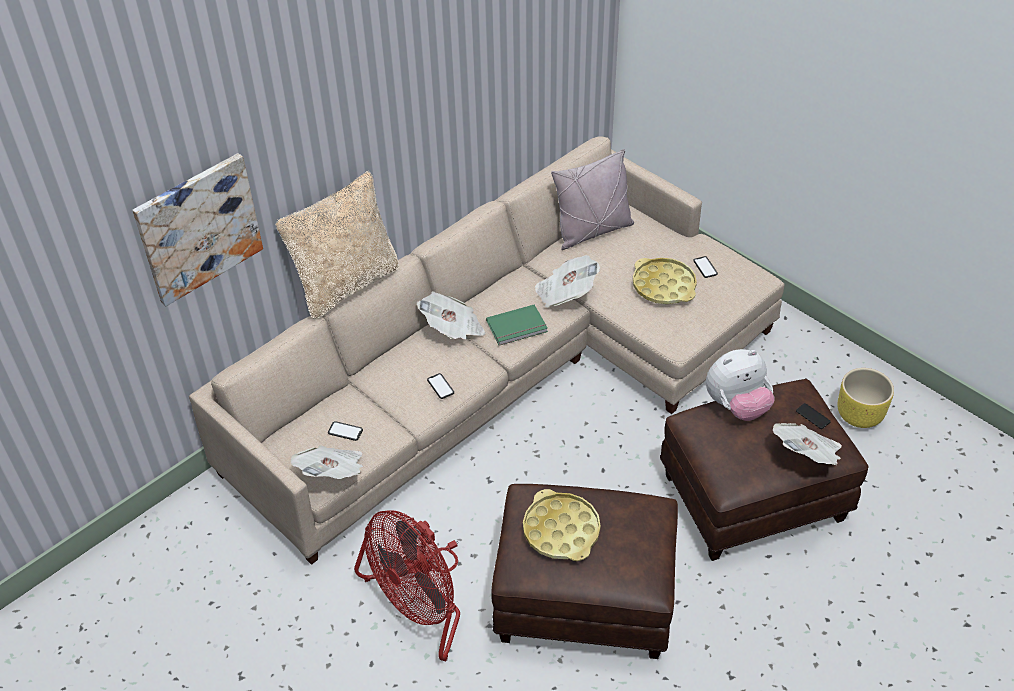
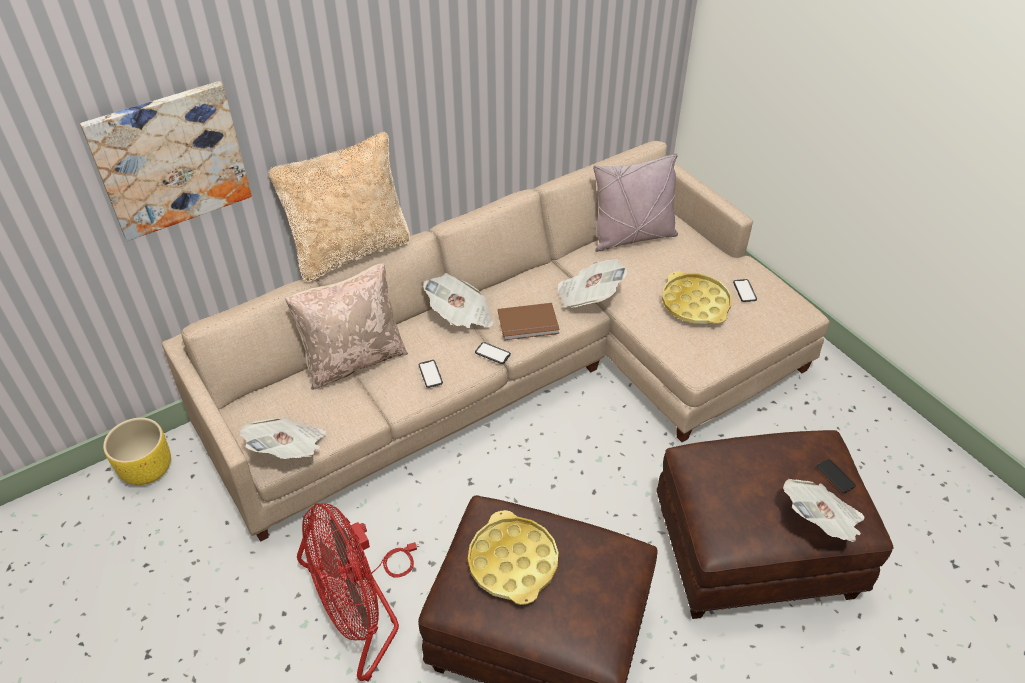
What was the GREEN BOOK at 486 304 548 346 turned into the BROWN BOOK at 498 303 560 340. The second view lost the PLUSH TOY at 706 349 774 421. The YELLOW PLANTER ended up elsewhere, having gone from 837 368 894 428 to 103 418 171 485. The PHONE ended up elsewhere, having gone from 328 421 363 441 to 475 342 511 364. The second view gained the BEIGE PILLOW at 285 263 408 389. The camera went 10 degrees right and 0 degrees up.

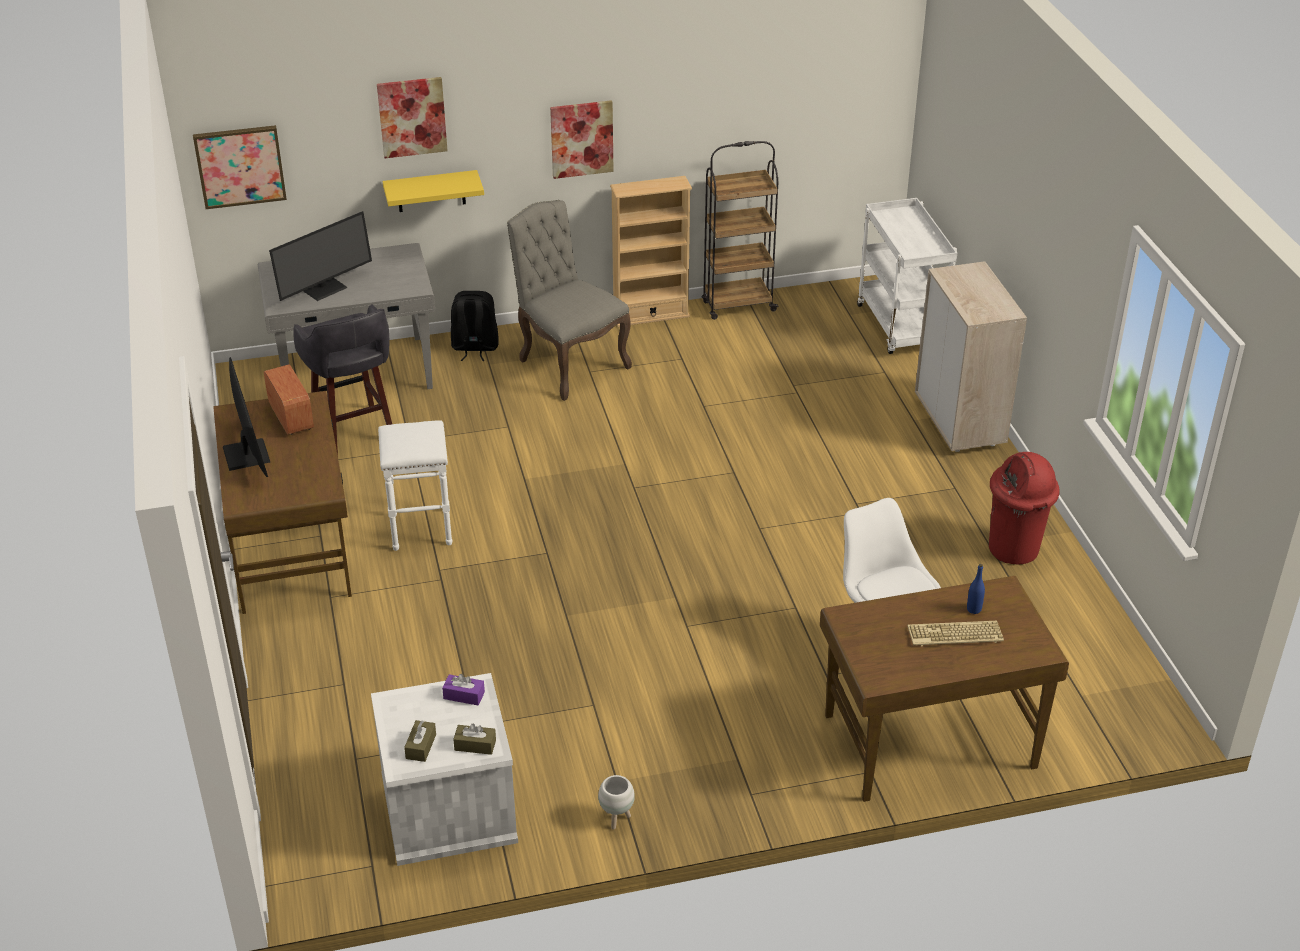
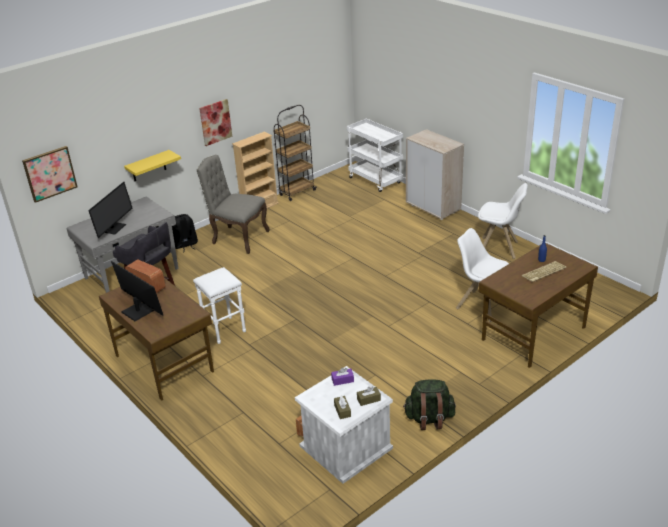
The second view lost the PICTURE at 377 77 448 158. Where the RED TRASH CAN stood at 989 452 1059 564, the WHITE CHAIR came to stand at 478 183 528 259. Where the WHITE PLANTER stood at 598 775 635 830, the GREEN BACKPACK came to stand at 403 379 456 430. The camera went 25 degrees left and 5 degrees down.

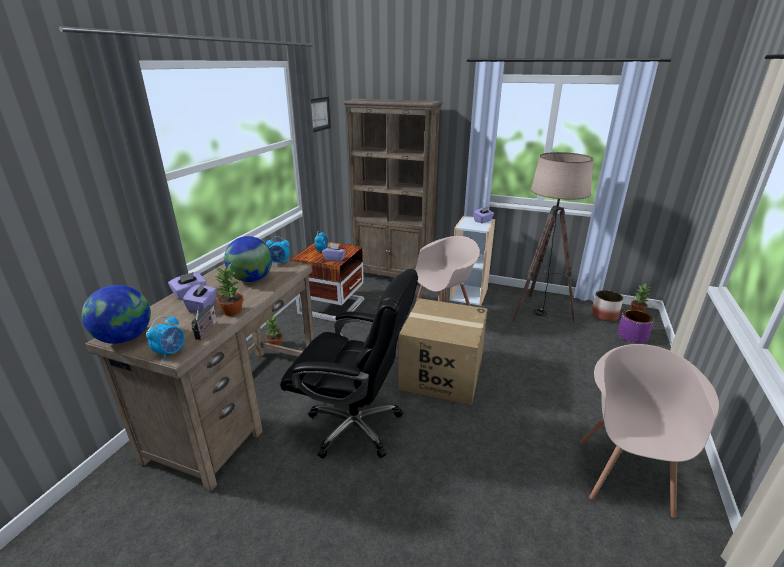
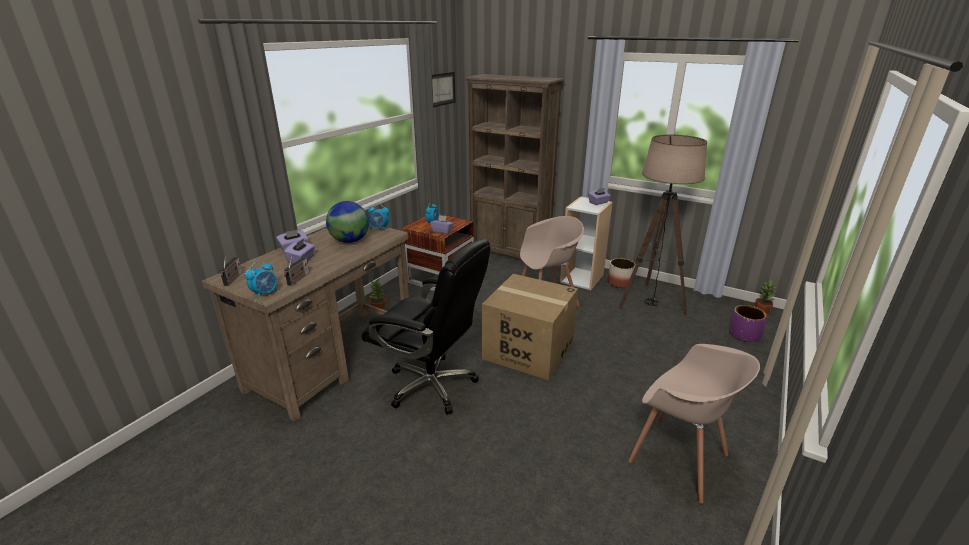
The second view lost the POTTED PLANT at 214 264 244 316. Where the GLOBE stood at 82 285 151 344, the RADIO came to stand at 220 257 242 286. The PLANTER ended up elsewhere, having gone from 591 290 624 321 to 608 258 636 288. The BEIGE CHAIR at 580 344 719 518 ended up facing another way, 105 degrees clockwise from before. The camera went 10 degrees right and 0 degrees up.

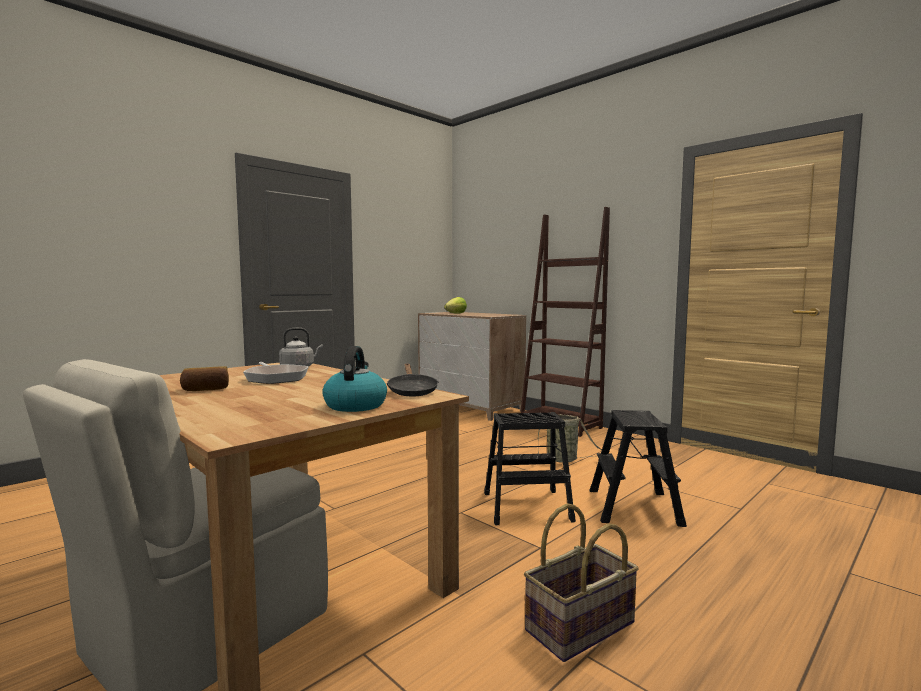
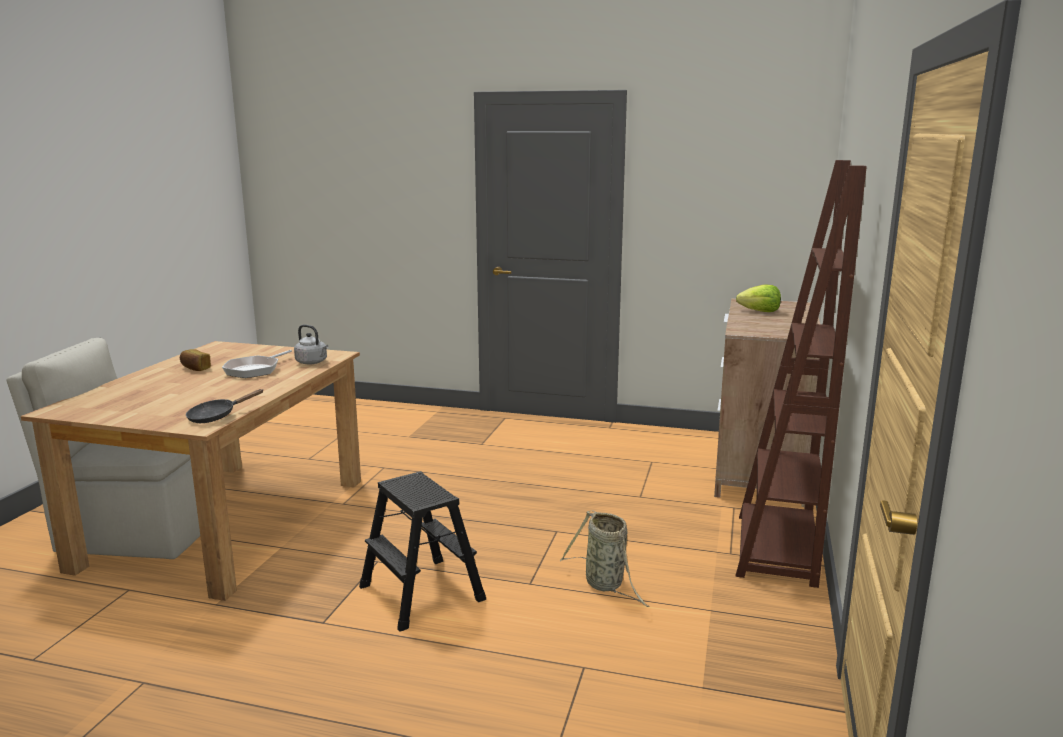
The second view lost the KETTLE at 322 346 387 412. The second view lost the BLACK STEP LADDER at 589 410 687 527. The second view lost the BASKET at 524 504 639 662. The camera went 60 degrees right and 10 degrees up.

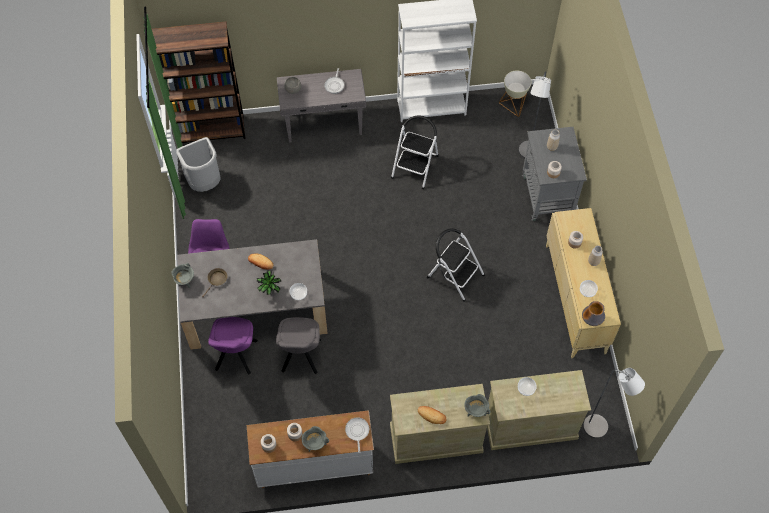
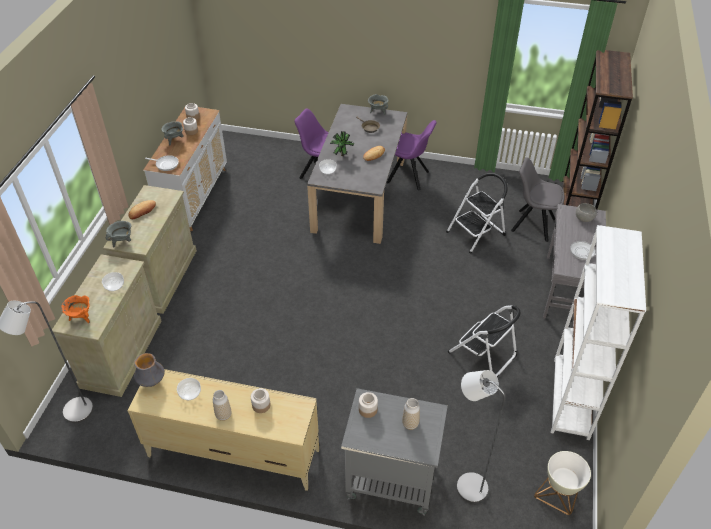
The second view lost the GREY TRASH CAN at 176 137 221 192. The STEP LADDER ended up elsewhere, having gone from 427 228 485 302 to 446 173 507 254. The GREY CHAIR ended up elsewhere, having gone from 276 317 321 374 to 511 157 564 242. The second view gained the ORANGE COOKING POT at 61 295 90 323. The camera went 110 degrees right and 15 degrees down.

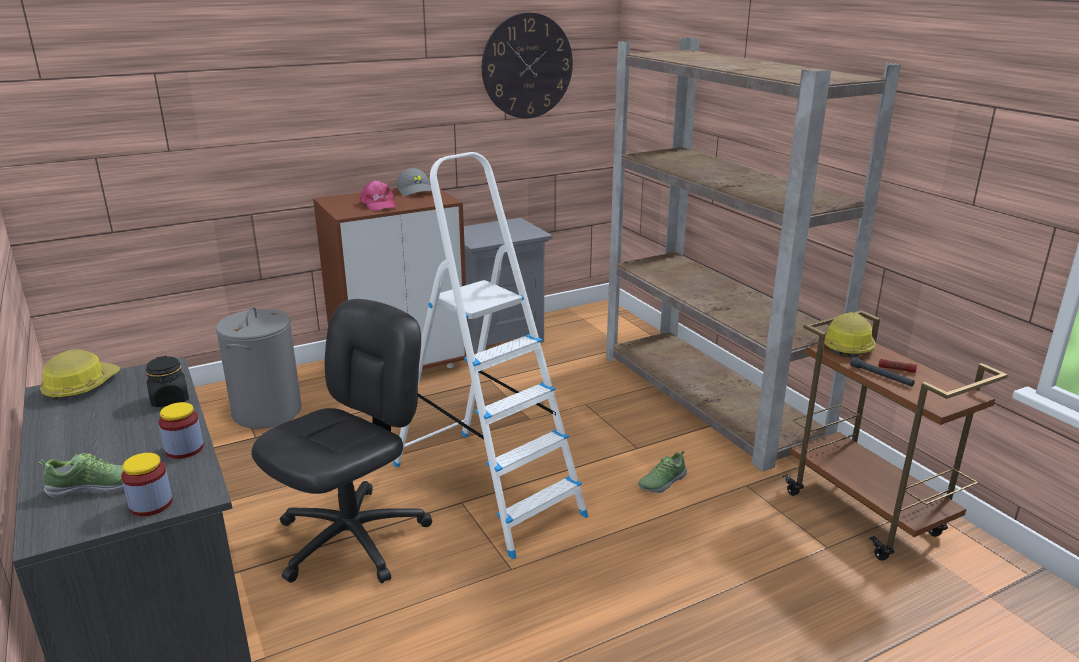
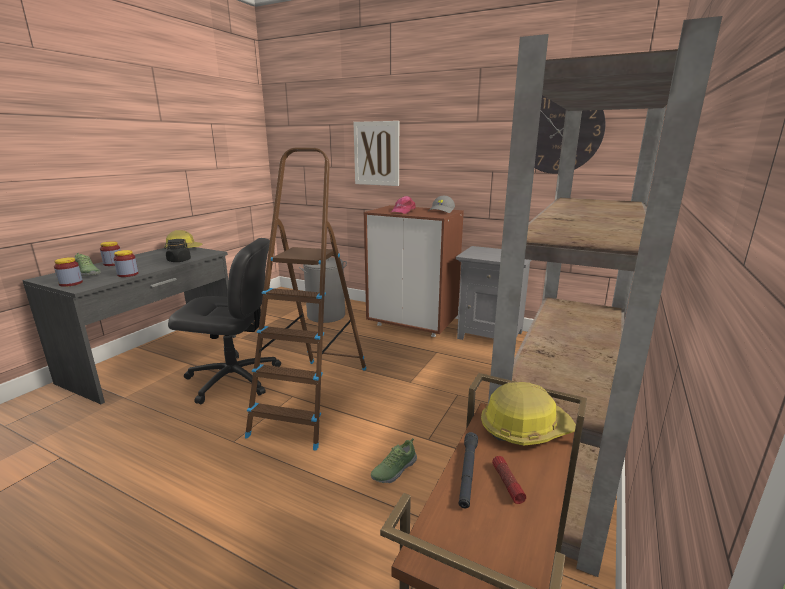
What was the WHITE STEP LADDER at 393 152 588 559 turned into the BROWN STEP LADDER at 245 148 367 450. The SHOE at 638 451 687 493 ended up facing another way, 60 degrees counterclockwise from before. The second view gained the PICTURE at 353 121 399 186. The second view gained the JAR at 100 241 121 266. The camera went 55 degrees right and 5 degrees down.

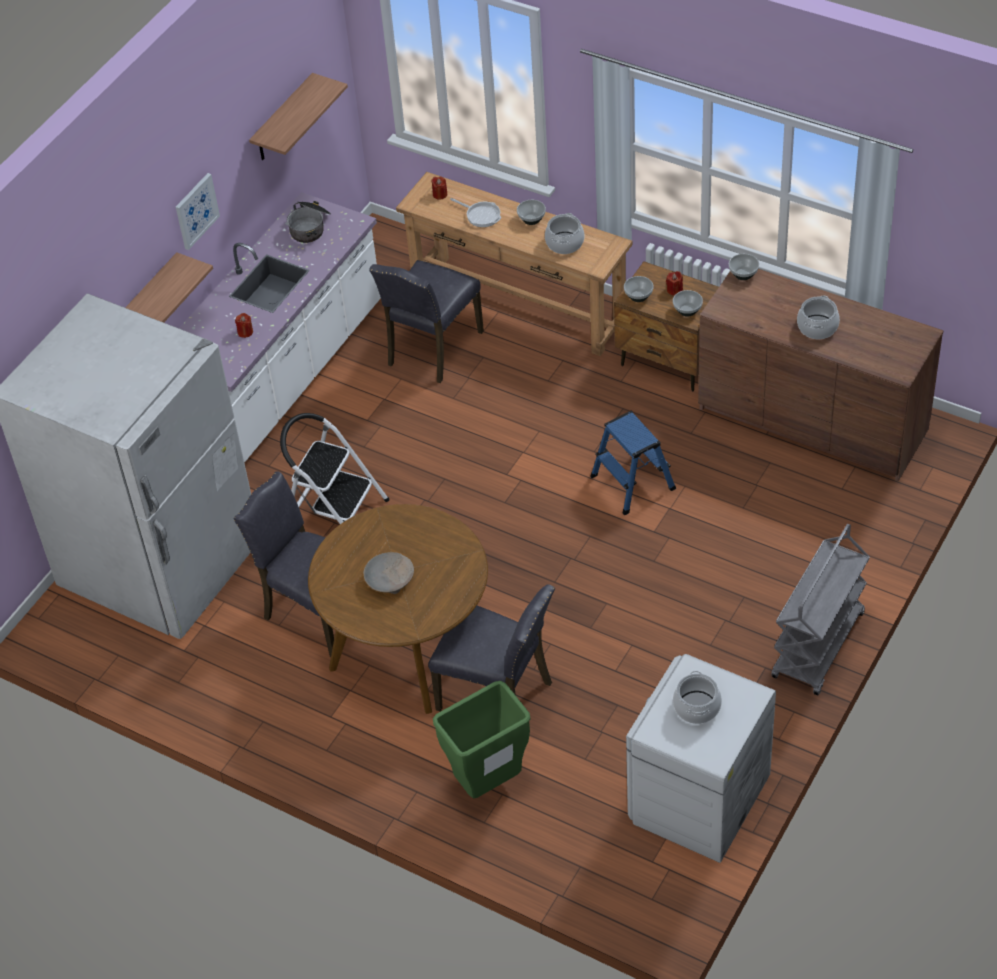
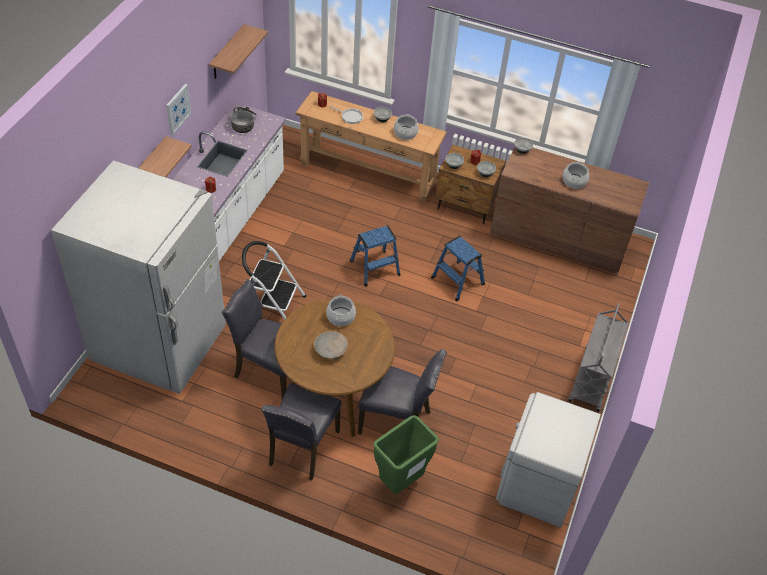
The GREY CHAIR ended up elsewhere, having gone from 369 260 484 383 to 261 383 341 480. The COOKING POT ended up elsewhere, having gone from 673 671 722 724 to 326 295 356 326. The second view gained the BLUE STEP LADDER at 350 225 401 287. The camera went 15 degrees left and 0 degrees up.

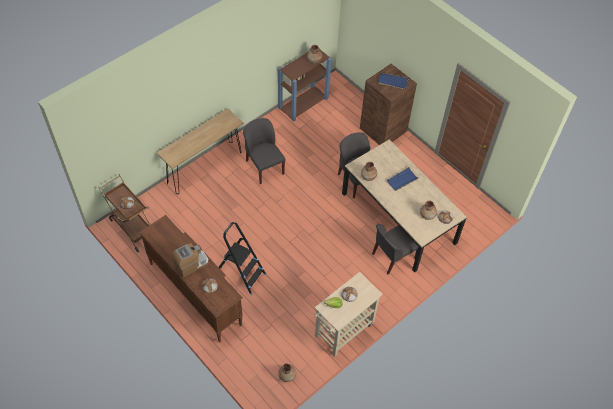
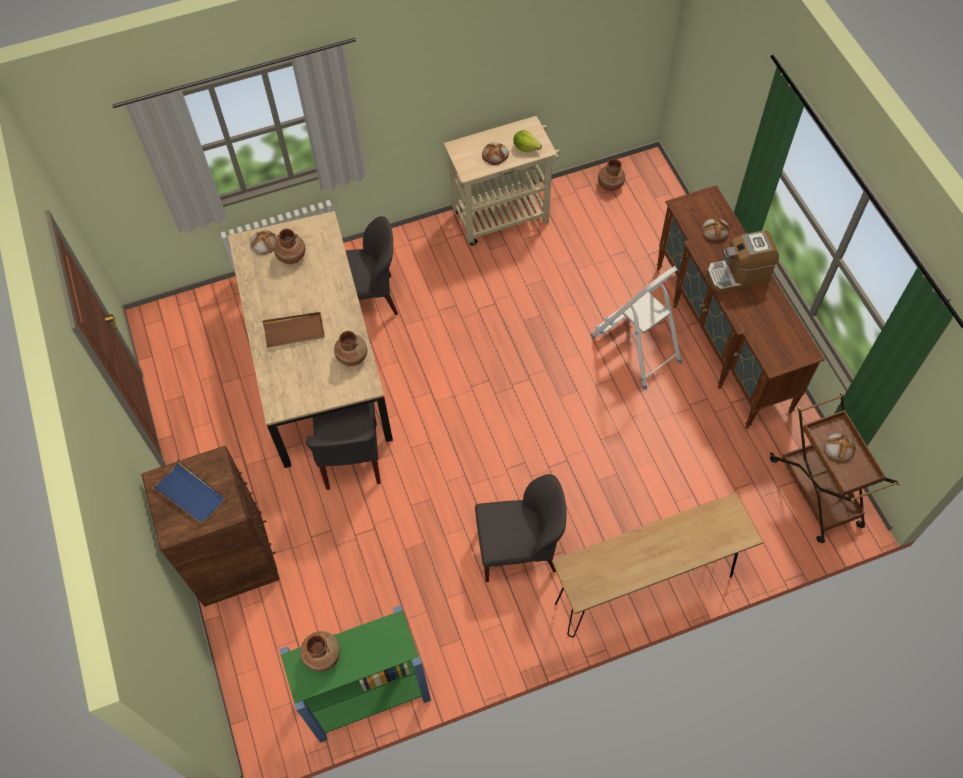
What was the BROWN BOOKCASE at 278 49 331 122 turned into the GREEN BOOKCASE at 279 605 431 743. The GREY CHAIR at 243 118 285 184 ended up facing another way, 90 degrees counterclockwise from before. What was the BLUE TRAY at 387 167 419 191 turned into the BROWN TRAY at 262 312 325 348. What was the BLACK STEP LADDER at 218 222 266 295 turned into the WHITE STEP LADDER at 591 266 682 390. The camera went 155 degrees left and 5 degrees up.

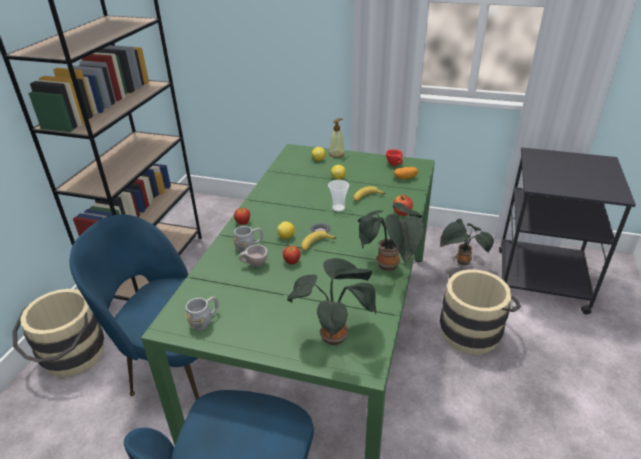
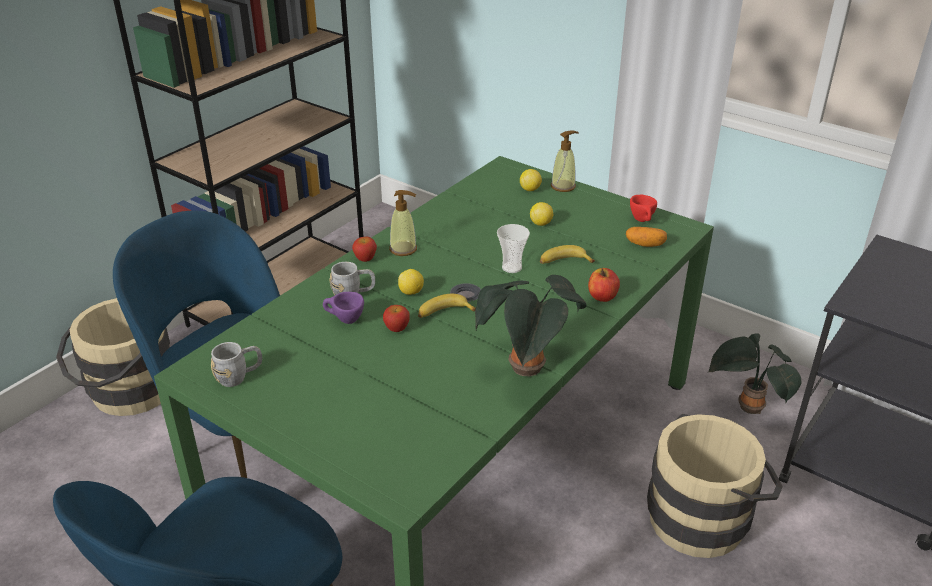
What was the BEIGE CUP at 239 244 268 267 turned into the PURPLE CUP at 323 292 364 324. The second view lost the POTTED PLANT at 287 258 376 345. The second view gained the SOAP DISPENSER at 389 190 417 256. The camera went 20 degrees right and 0 degrees up.

